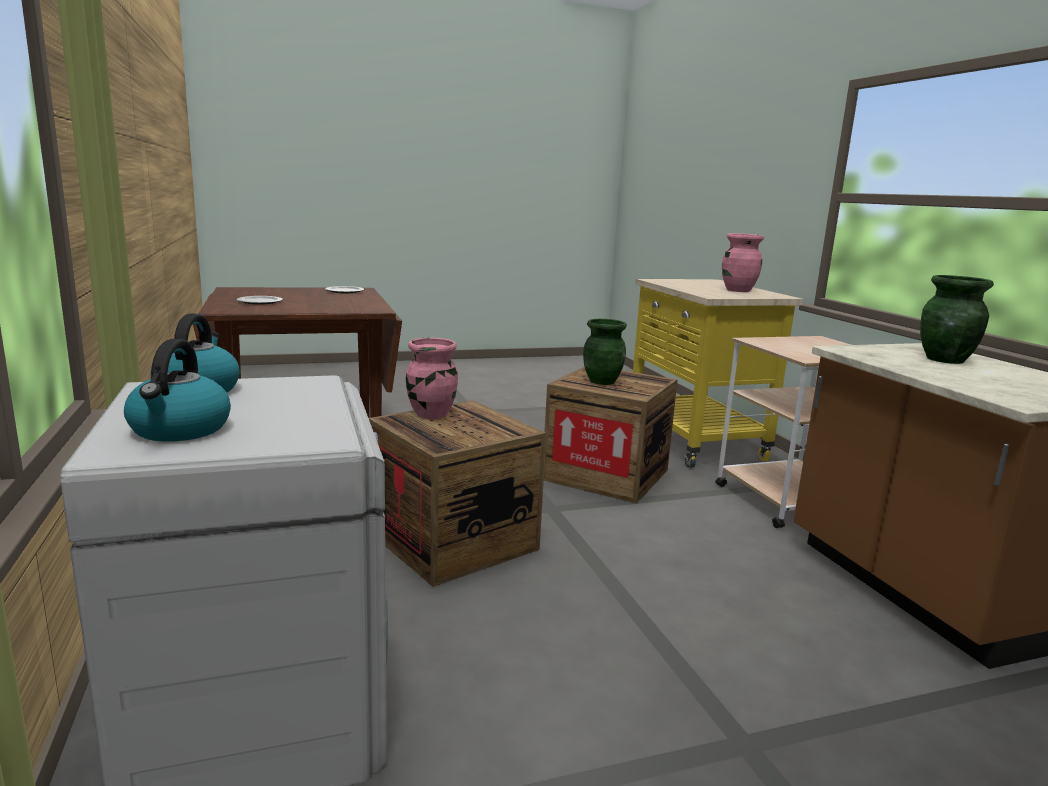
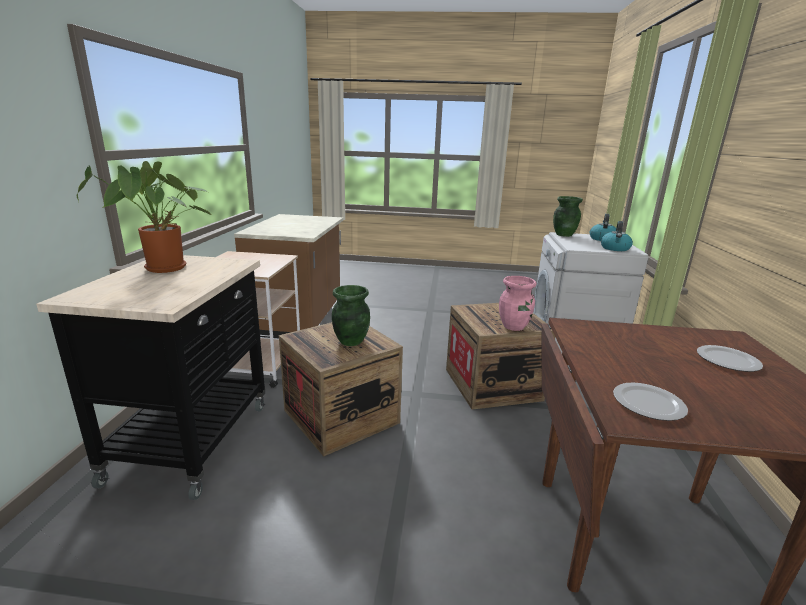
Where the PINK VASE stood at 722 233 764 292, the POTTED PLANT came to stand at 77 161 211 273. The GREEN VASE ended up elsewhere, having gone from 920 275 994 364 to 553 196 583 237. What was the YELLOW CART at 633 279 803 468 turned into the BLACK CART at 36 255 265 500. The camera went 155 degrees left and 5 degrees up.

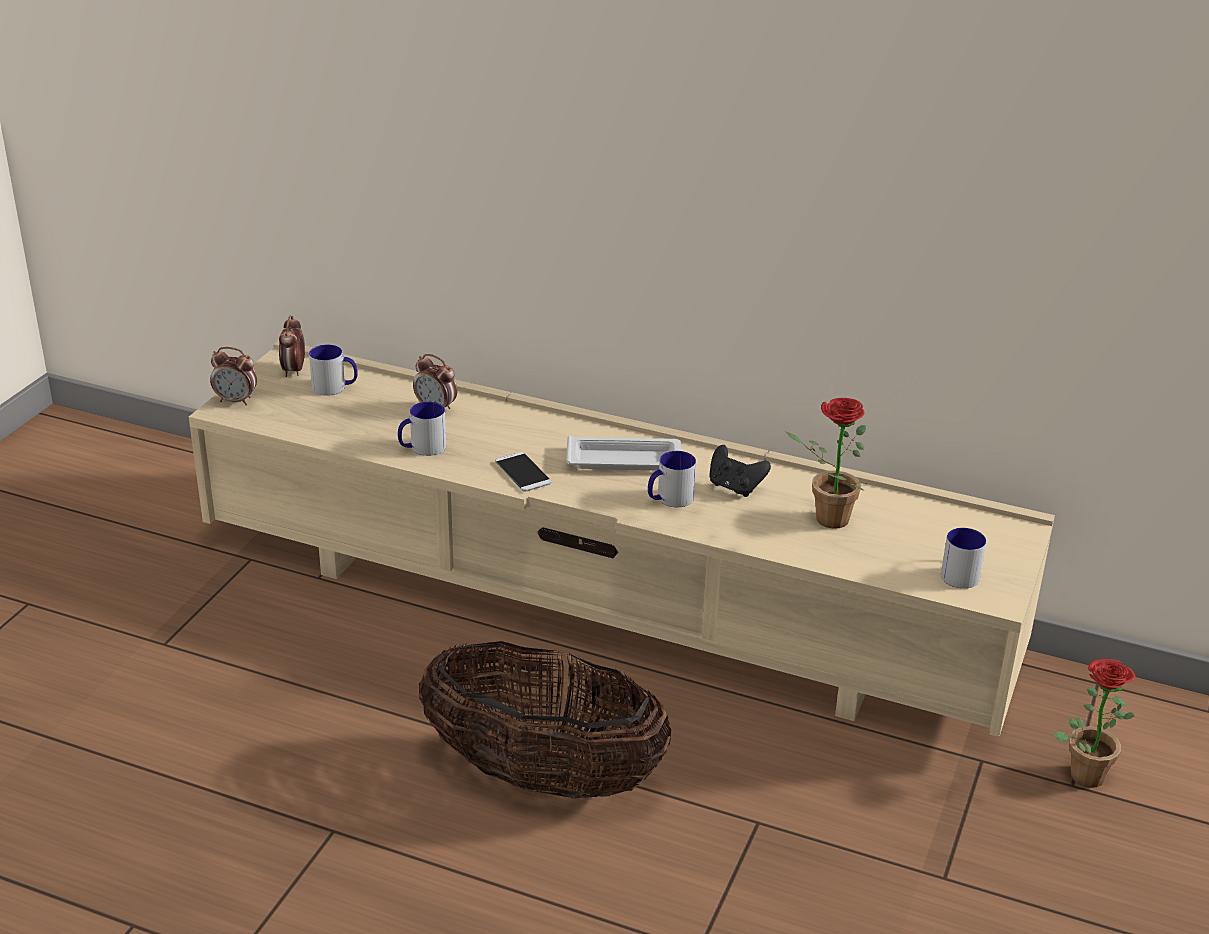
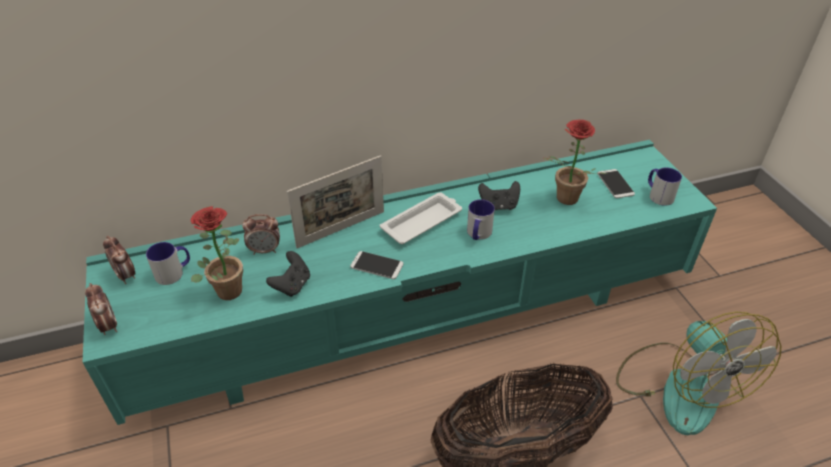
What was the BEIGE TV STAND at 189 340 1055 737 turned into the TURQUOISE TV STAND at 82 140 717 425. The ALARM CLOCK at 210 347 257 405 ended up facing another way, 90 degrees counterclockwise from before. Where the MUG stood at 398 402 446 456, the BLACK GAME CONTROLLER came to stand at 266 251 310 297. The POTTED PLANT ended up elsewhere, having gone from 1054 659 1135 788 to 191 206 243 300. The second view gained the PICTURE FRAME at 287 155 384 248. The second view gained the PHONE at 597 169 635 198. The second view gained the FAN at 616 312 781 435. The camera went 40 degrees left and 10 degrees up.

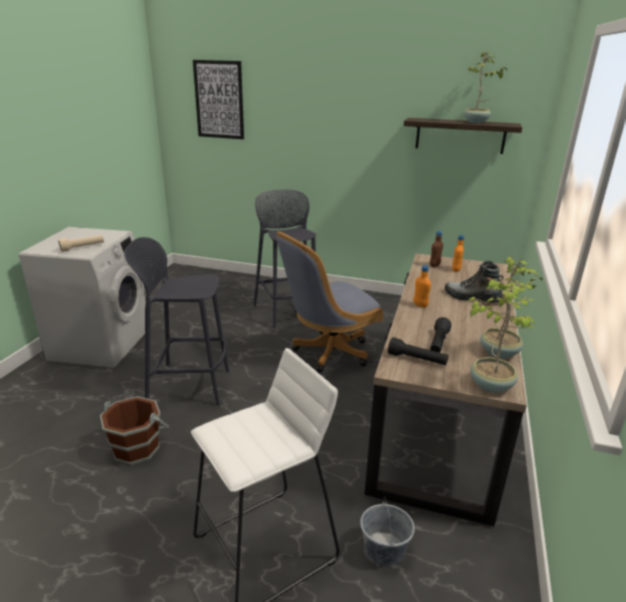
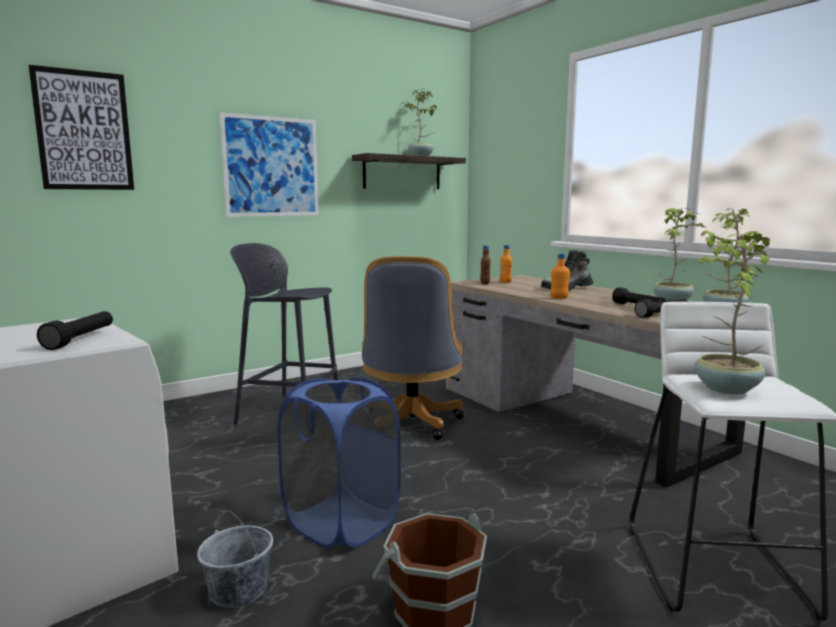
What was the BEIGE FLASHLIGHT at 58 235 104 252 turned into the BLACK FLASHLIGHT at 37 311 113 350. Where the GREY STOOL stood at 124 237 229 406, the BLUE LAUNDRY BASKET came to stand at 278 377 401 548. The GREY BUCKET ended up elsewhere, having gone from 360 498 415 567 to 197 510 273 608. The second view gained the PICTURE at 220 112 319 217. The second view gained the POTTED PLANT at 694 234 770 395. The camera went 50 degrees left and 15 degrees down.

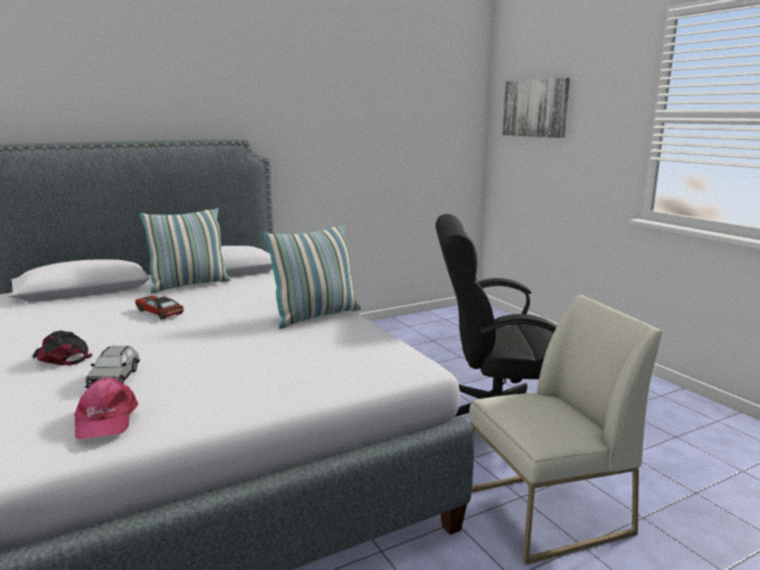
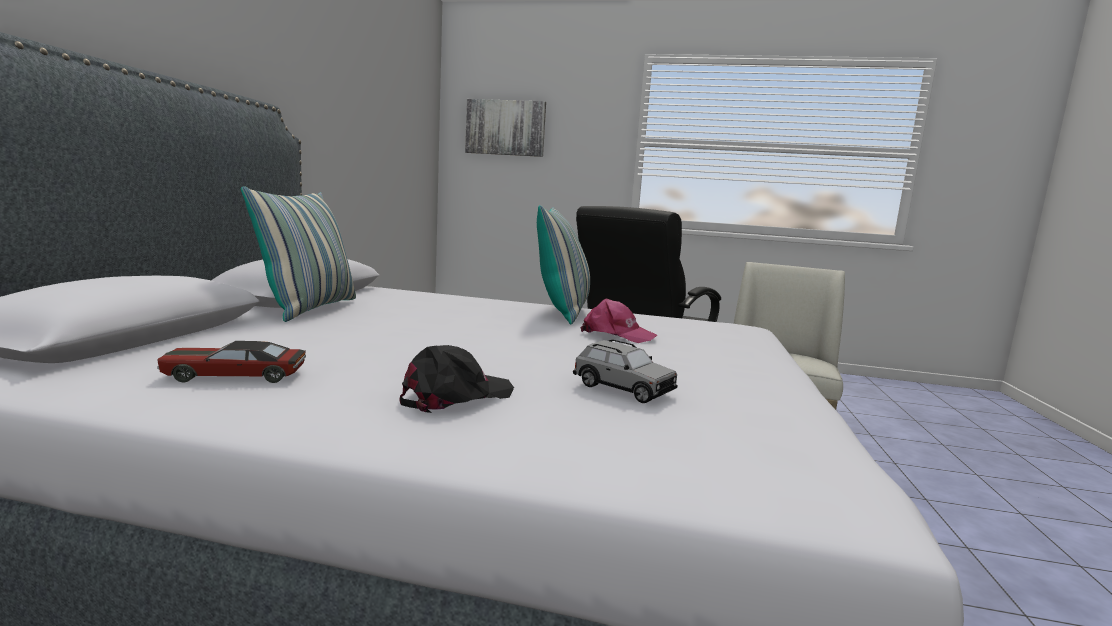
The TOY CAR ended up elsewhere, having gone from 135 296 184 320 to 157 341 306 383. The BLACK CAP at 33 330 92 366 ended up facing another way, 150 degrees clockwise from before. The PINK CAP ended up elsewhere, having gone from 74 377 138 439 to 581 298 657 343. The camera went 50 degrees left and 5 degrees down.

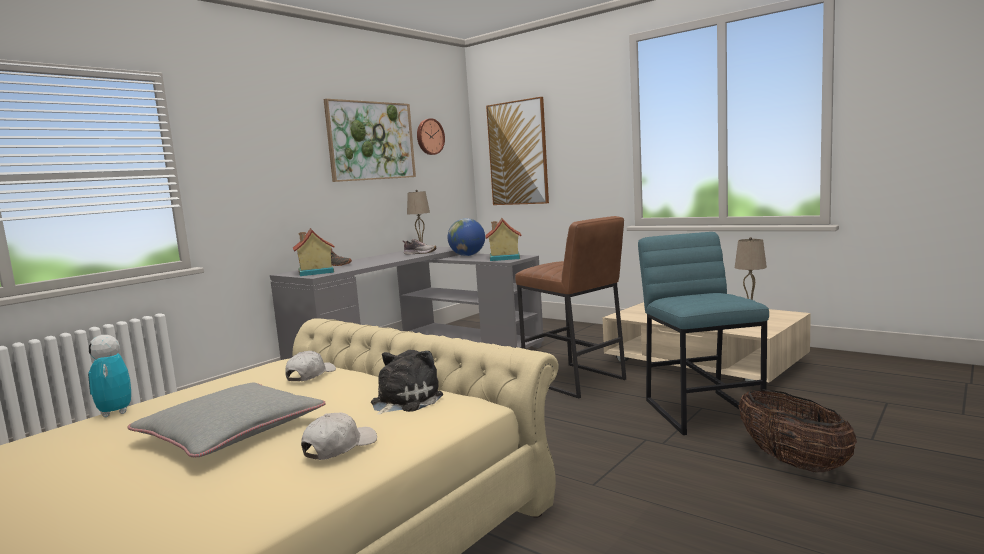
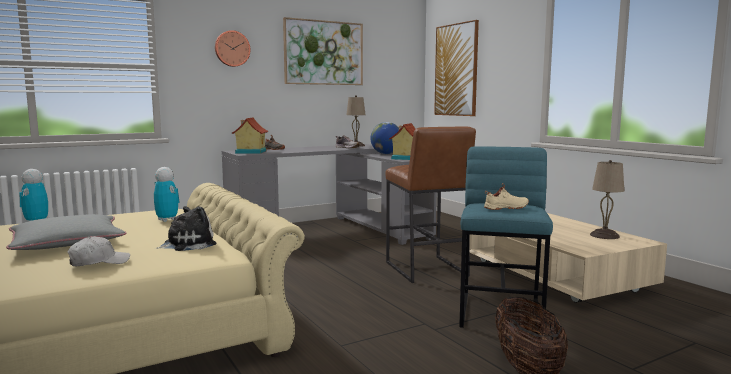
The WALL CLOCK ended up elsewhere, having gone from 417 118 445 155 to 215 30 250 67. Where the WHITE CAP stood at 285 351 336 381, the TOY ROBOT came to stand at 154 167 180 222. The second view gained the BEIGE SHOE at 484 183 529 210. The camera went 20 degrees right and 0 degrees up.

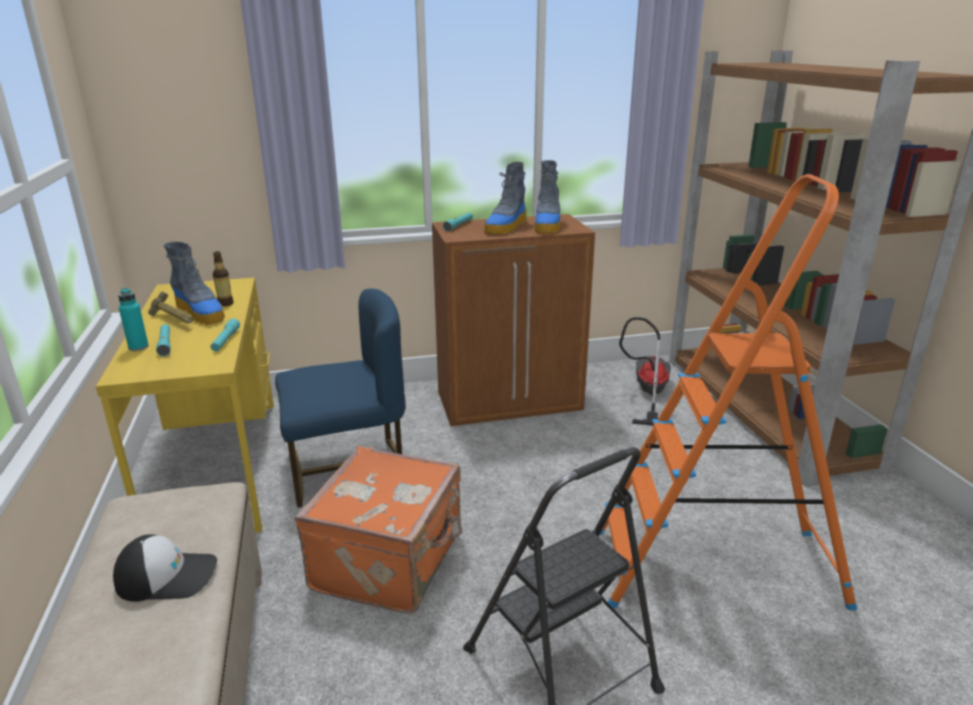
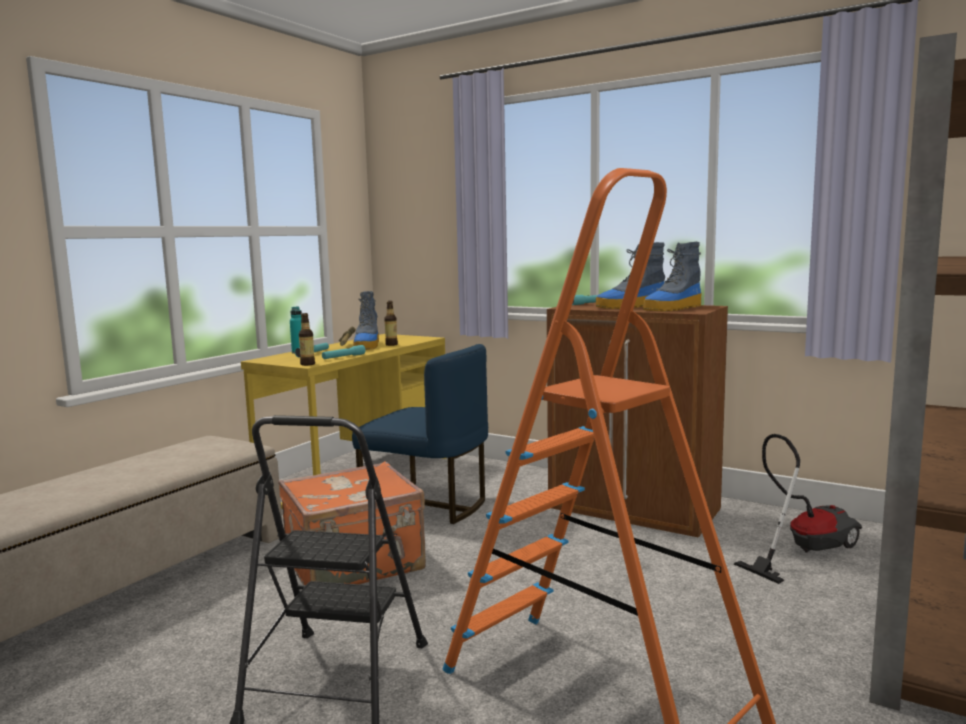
The second view lost the CAP at 113 535 217 602. The second view gained the BOTTLE at 299 313 315 366. The camera went 45 degrees right and 15 degrees down.

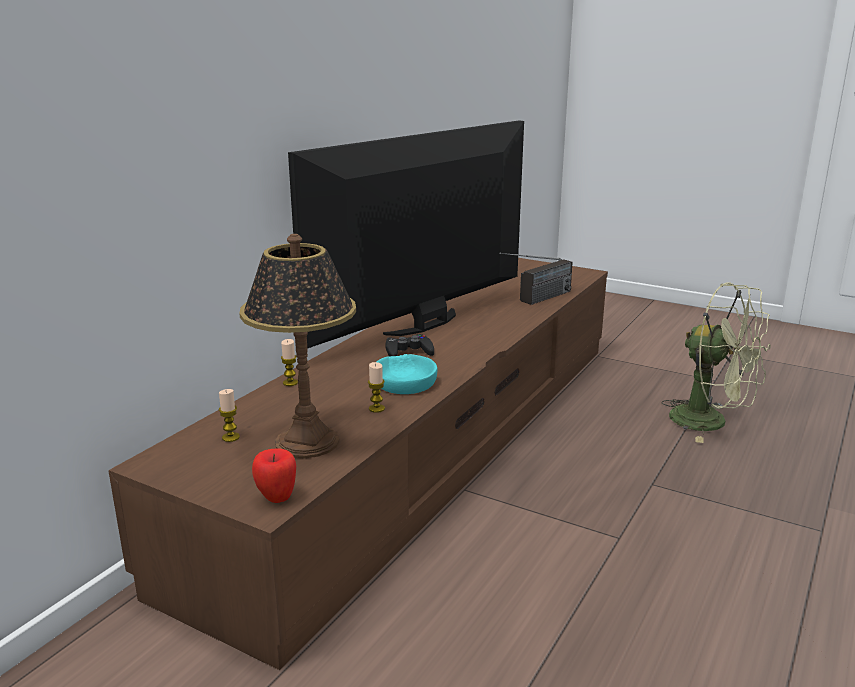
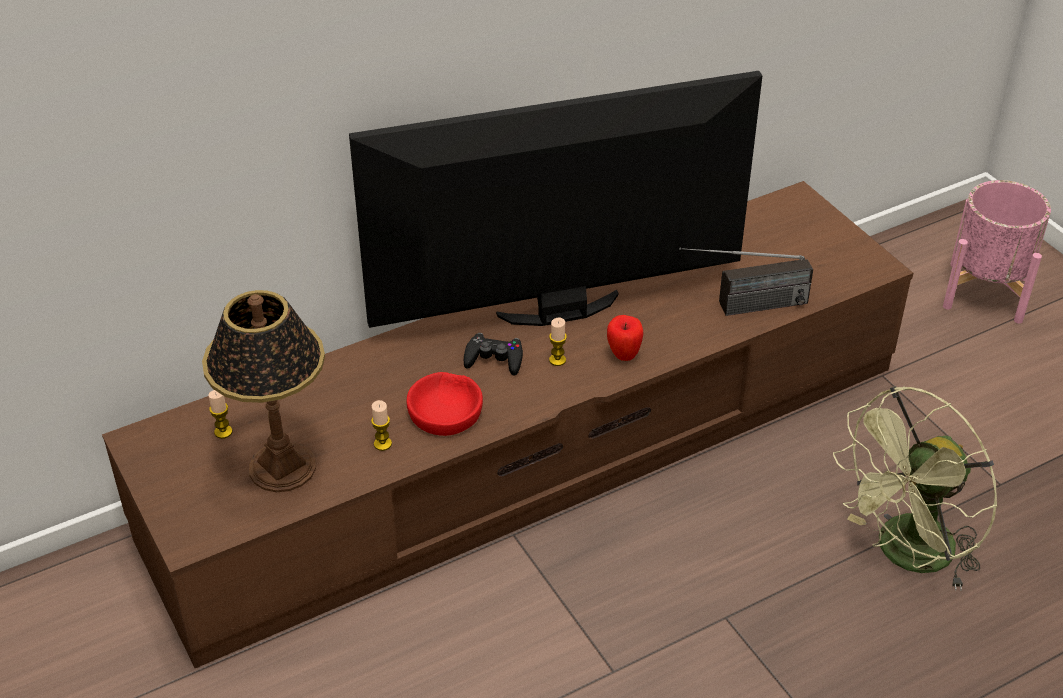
The GREEN FAN at 661 283 771 443 ended up facing another way, 75 degrees clockwise from before. The CANDLE ended up elsewhere, having gone from 281 339 298 386 to 549 317 567 366. What was the TURQUOISE BOWL at 377 354 437 394 turned into the RED BOWL at 407 372 483 436. The APPLE ended up elsewhere, having gone from 252 448 296 503 to 607 315 643 361. The second view gained the PINK PLANTER at 943 180 1051 324. The camera went 30 degrees right and 20 degrees up.

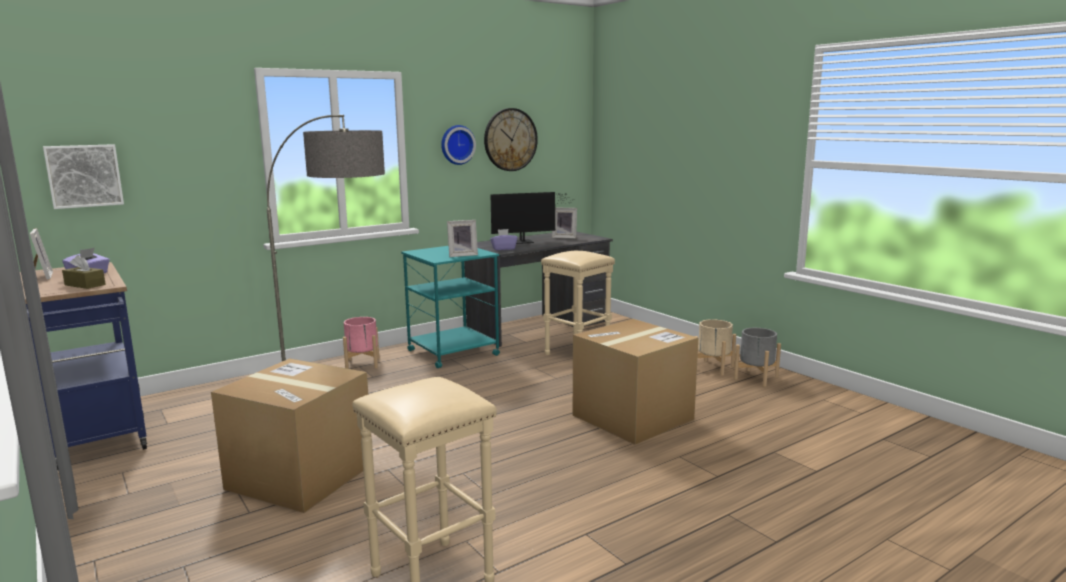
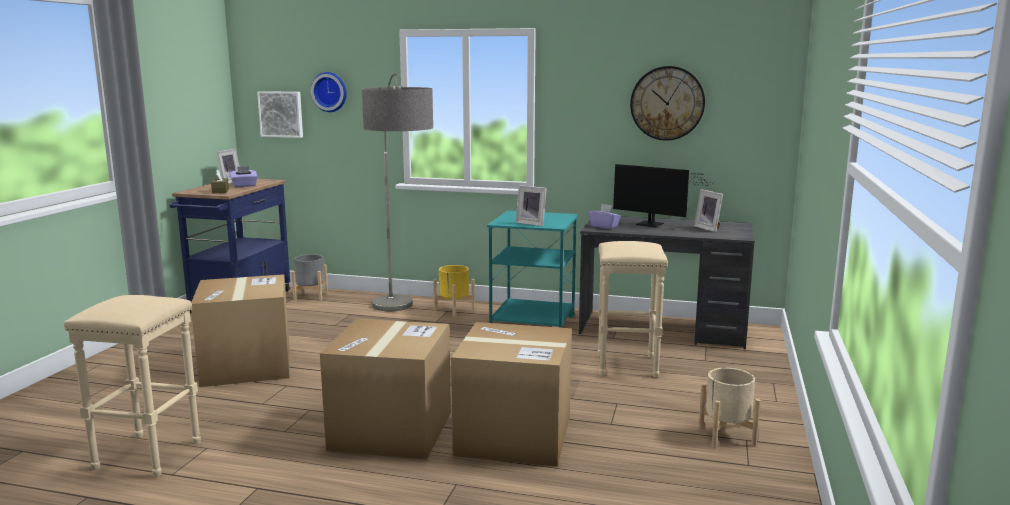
The WALL CLOCK ended up elsewhere, having gone from 441 125 476 165 to 311 72 347 112. What was the PINK PLANTER at 343 317 379 369 turned into the YELLOW PLANTER at 433 265 475 317. The GREY PLANTER ended up elsewhere, having gone from 734 328 781 387 to 292 254 328 301. The second view gained the CARDBOARD BOX at 320 319 451 460. The camera went 50 degrees right and 0 degrees up.

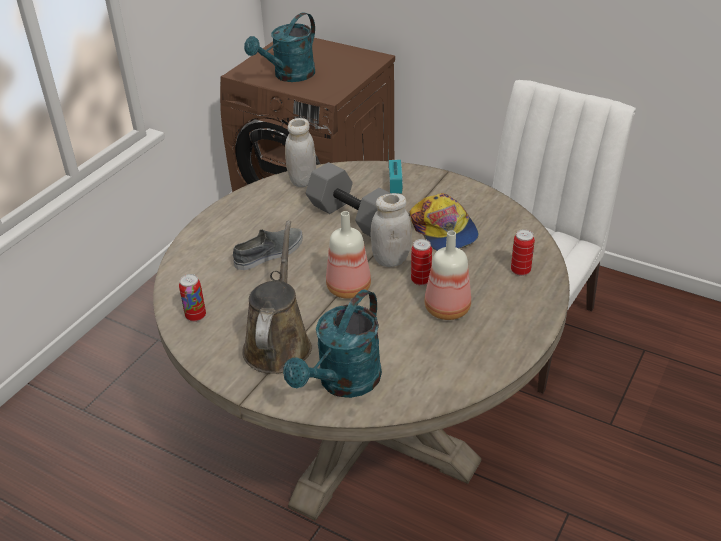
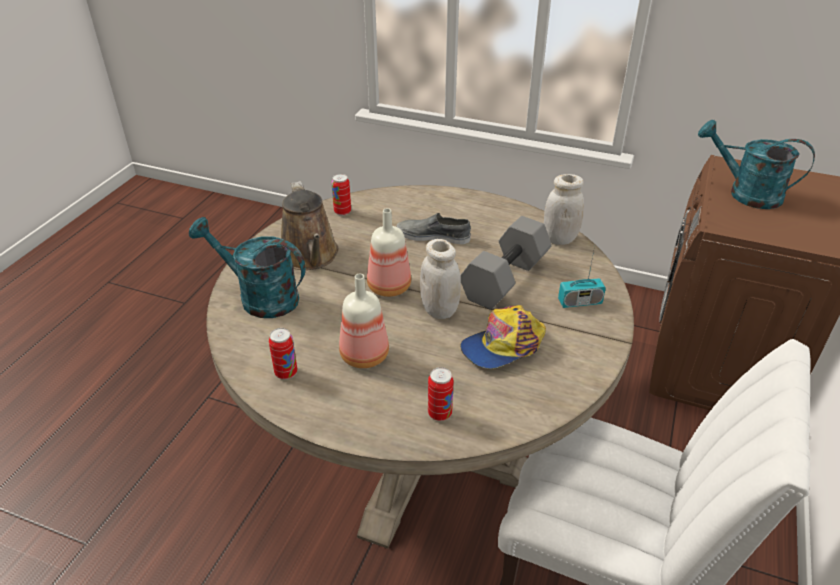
The BROWN WATERING CAN at 242 221 312 374 ended up facing another way, 75 degrees clockwise from before. The GREY SHOE at 233 228 303 270 ended up facing another way, 150 degrees clockwise from before. The CAN ended up elsewhere, having gone from 411 239 432 286 to 269 328 297 379. The camera went 80 degrees right and 0 degrees up.

